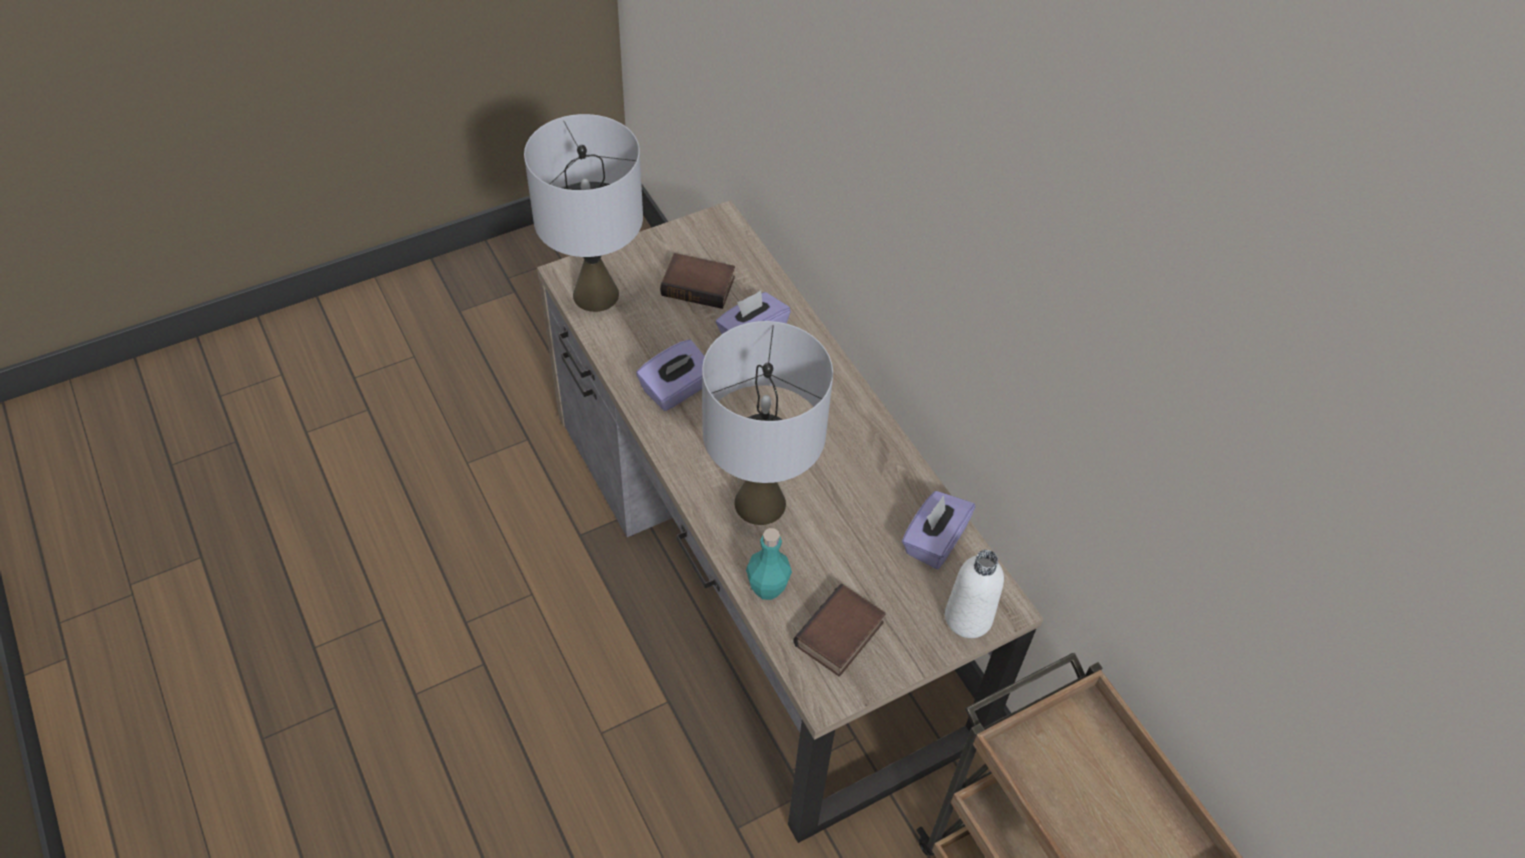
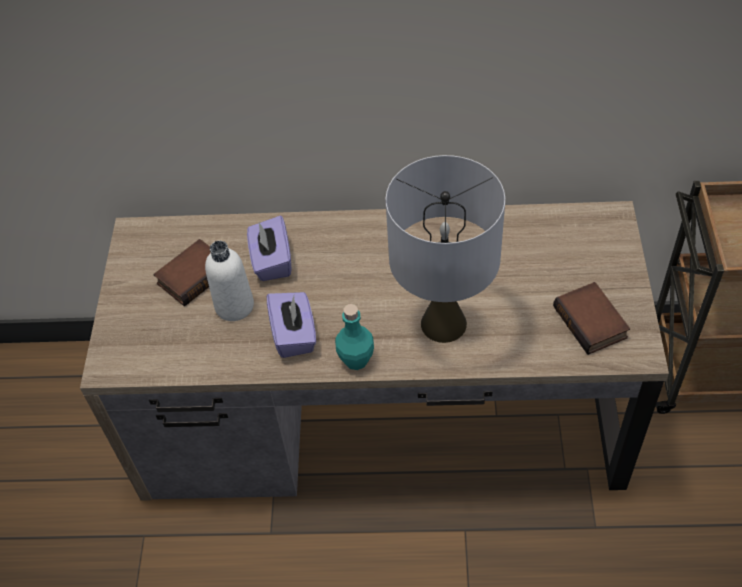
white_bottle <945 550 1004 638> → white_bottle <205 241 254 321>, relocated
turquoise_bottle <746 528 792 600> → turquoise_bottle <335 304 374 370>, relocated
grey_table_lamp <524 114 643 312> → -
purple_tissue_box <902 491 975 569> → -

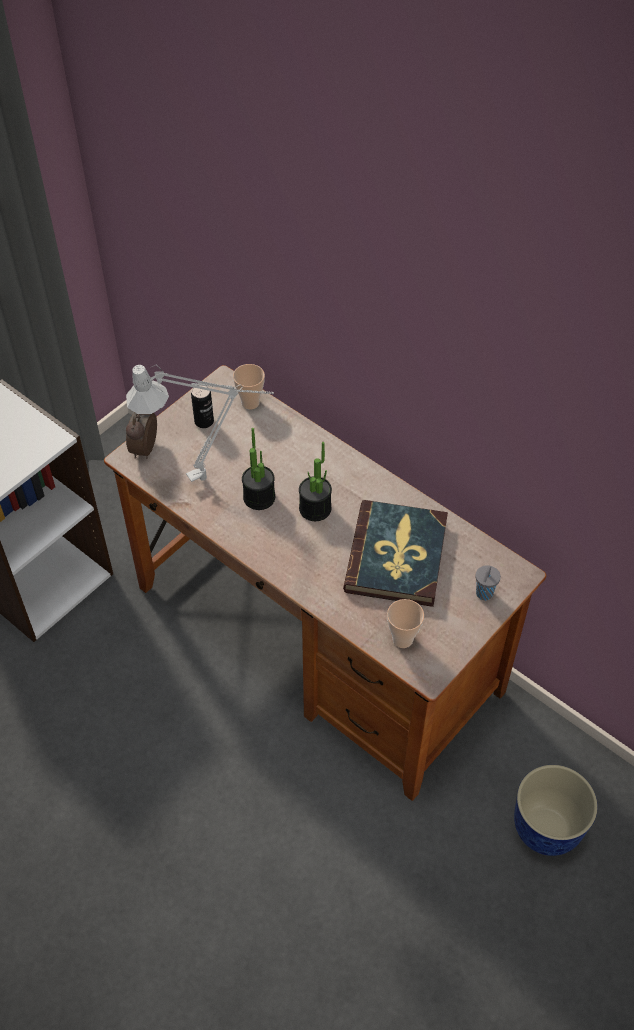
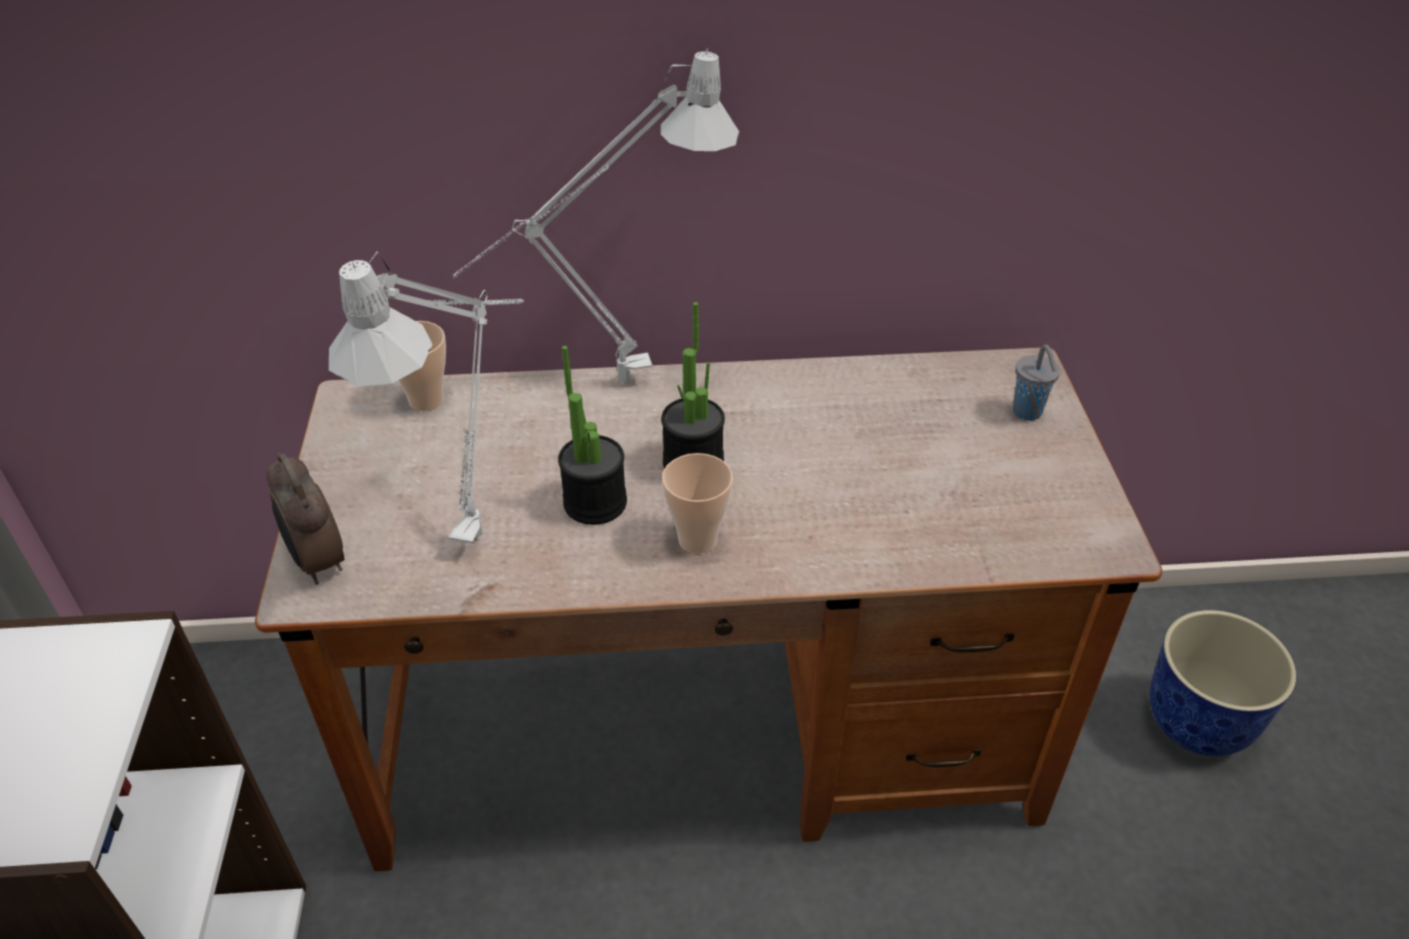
- → grey_table_lamp <453 48 739 383>
cup <387 599 424 648> → cup <662 453 733 554>, relocated
can <191 384 214 428> → -
book <343 500 448 607> → -

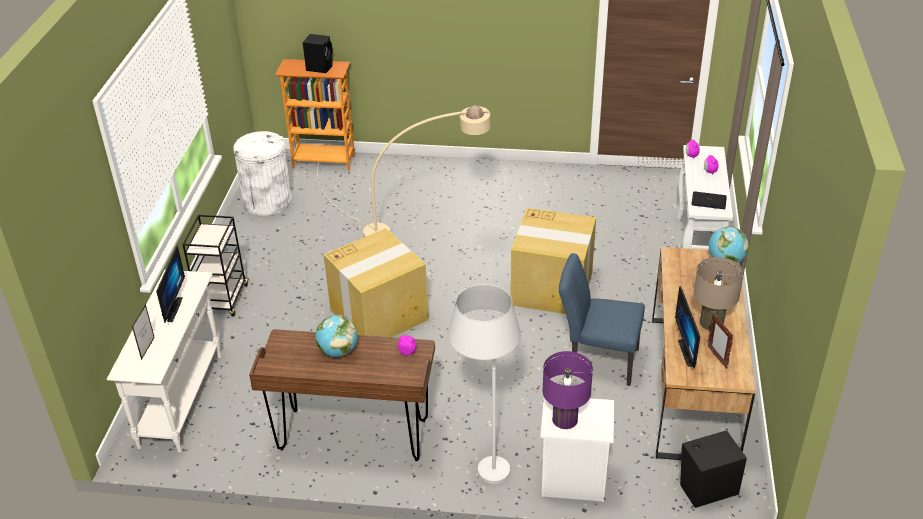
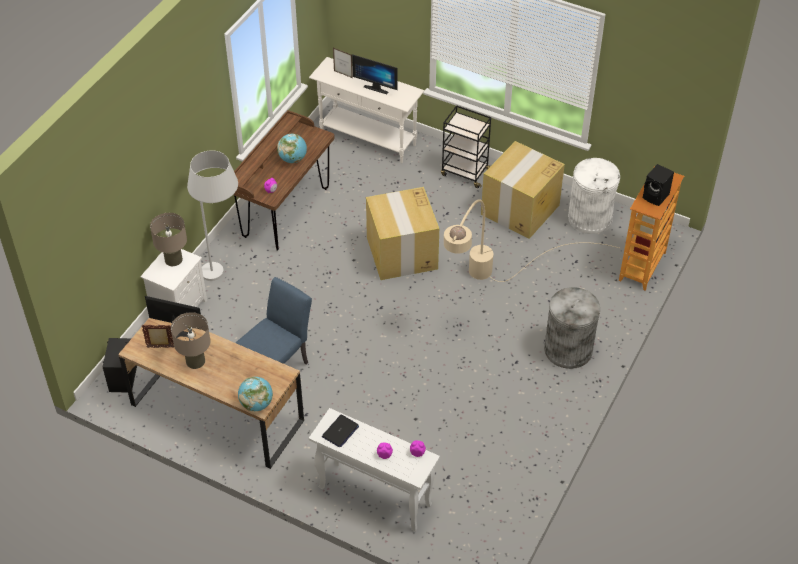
purple_table_lamp <542 351 593 429> → beige_table_lamp <150 213 187 266>
cardboard_box <510 208 596 314> → cardboard_box <481 141 565 239>, relocated
- → grey_trash_can <544 287 600 369>

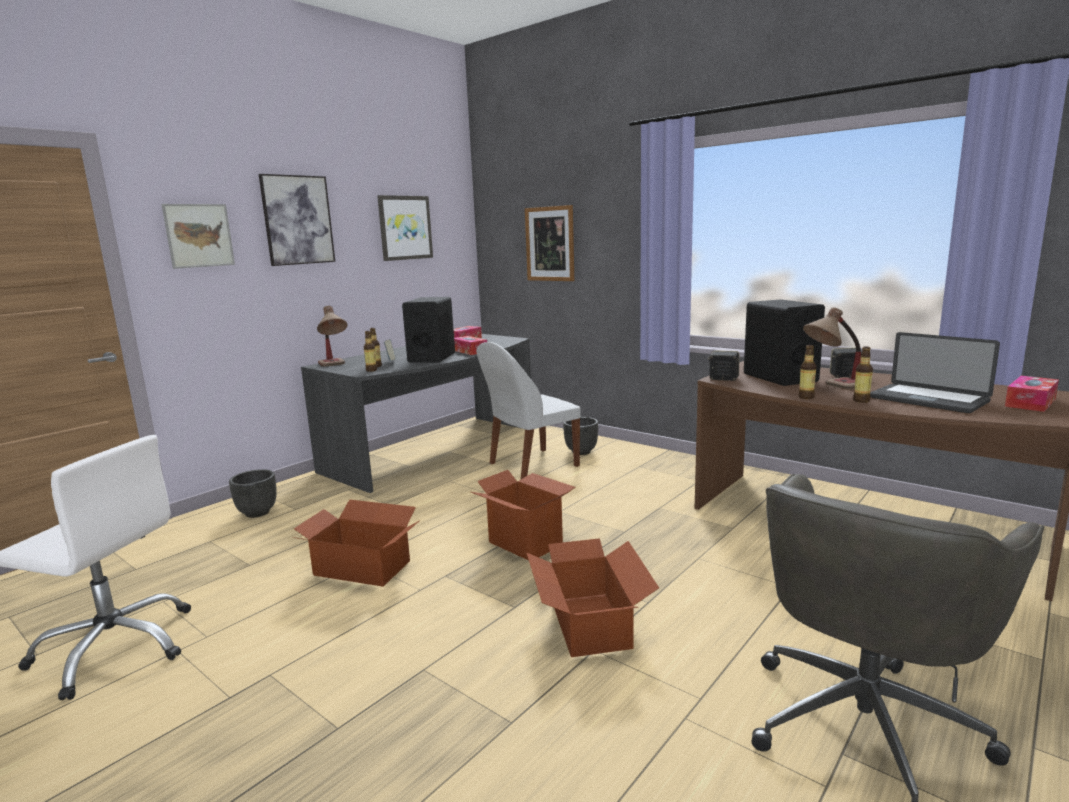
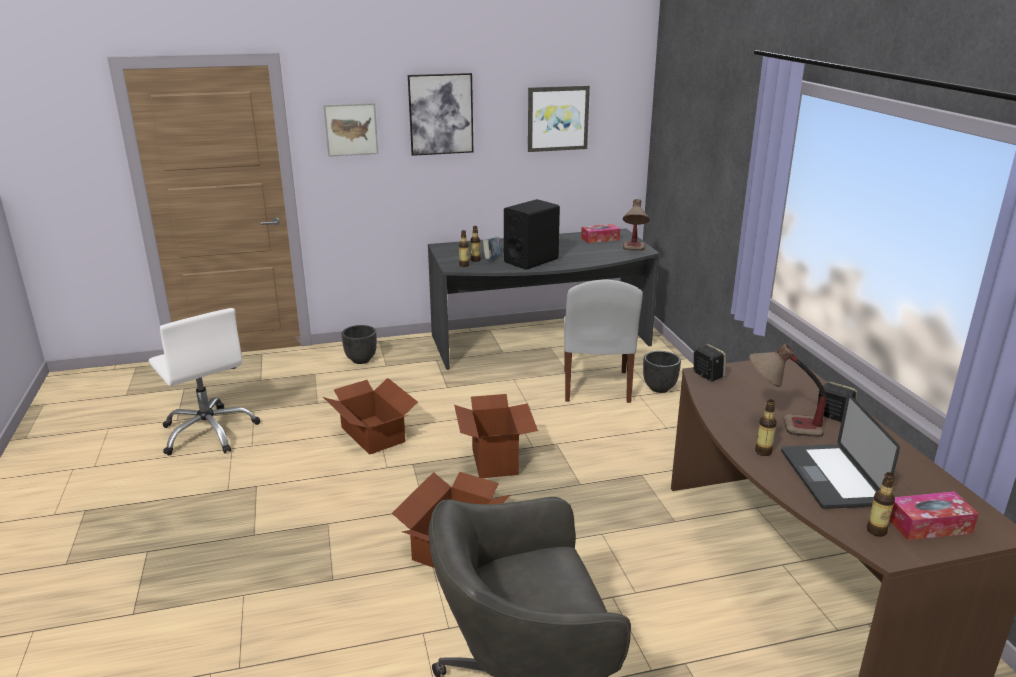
white_chair <476 342 581 479> → white_chair <564 279 643 403>, 90 degrees counterclockwise
table_lamp <317 306 347 367> → table_lamp <623 199 650 251>, relocated
bottle <798 345 816 399> → bottle <867 472 895 537>, relocated
tissue_box <454 336 487 355> → -
picture <525 205 574 281> → -
black_speaker <744 300 825 386> → -

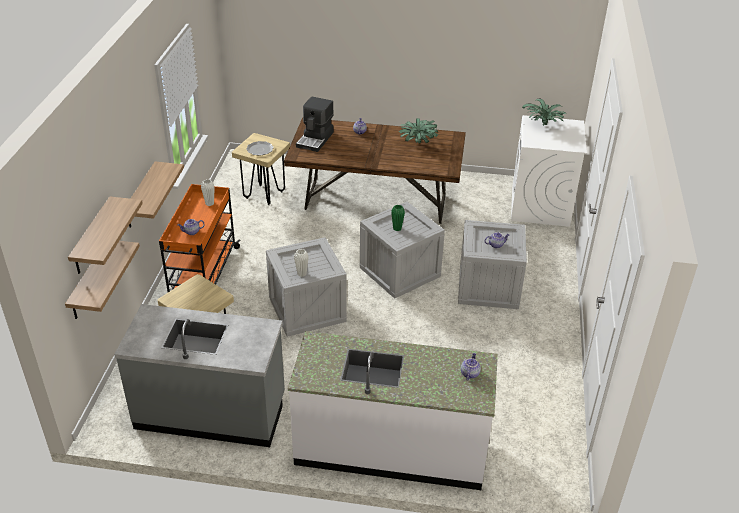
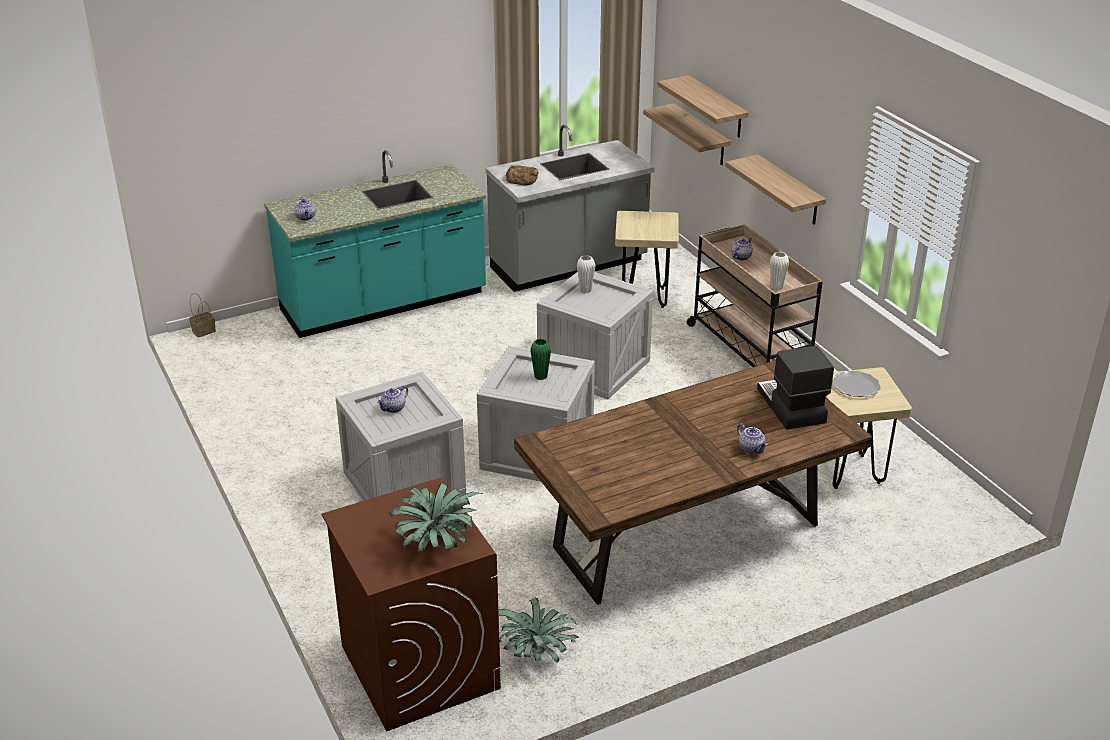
- → basket <189 293 216 337>
white_counter <288 331 498 490> → turquoise_counter <264 150 486 338>
white_washing_machine <511 115 587 227> → brown_washing_machine <322 477 501 732>
potted_plant <399 118 438 143> → potted_plant <498 597 579 663>, relocated
- → bread <506 165 539 186>
orange_cart <159 184 241 292> → beige_cart <687 224 823 367>

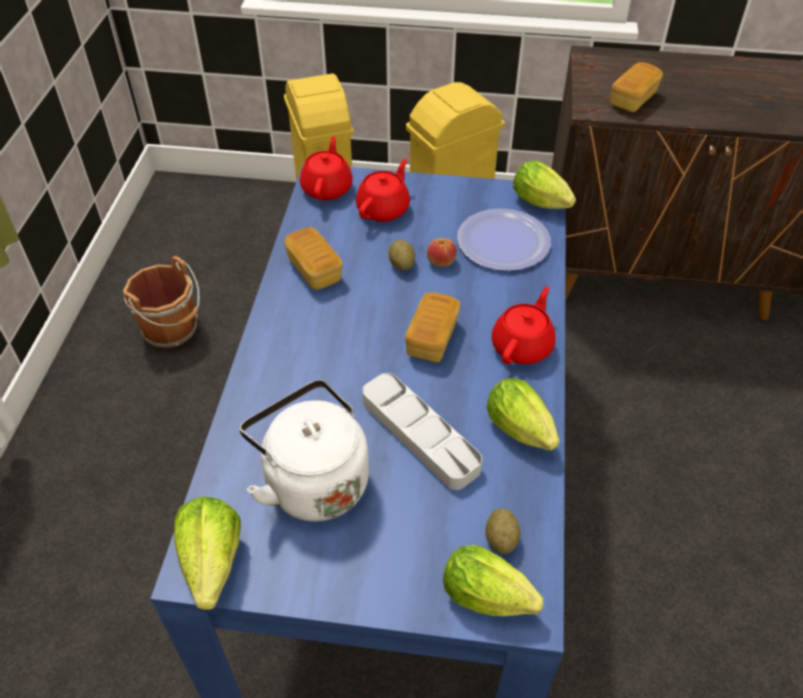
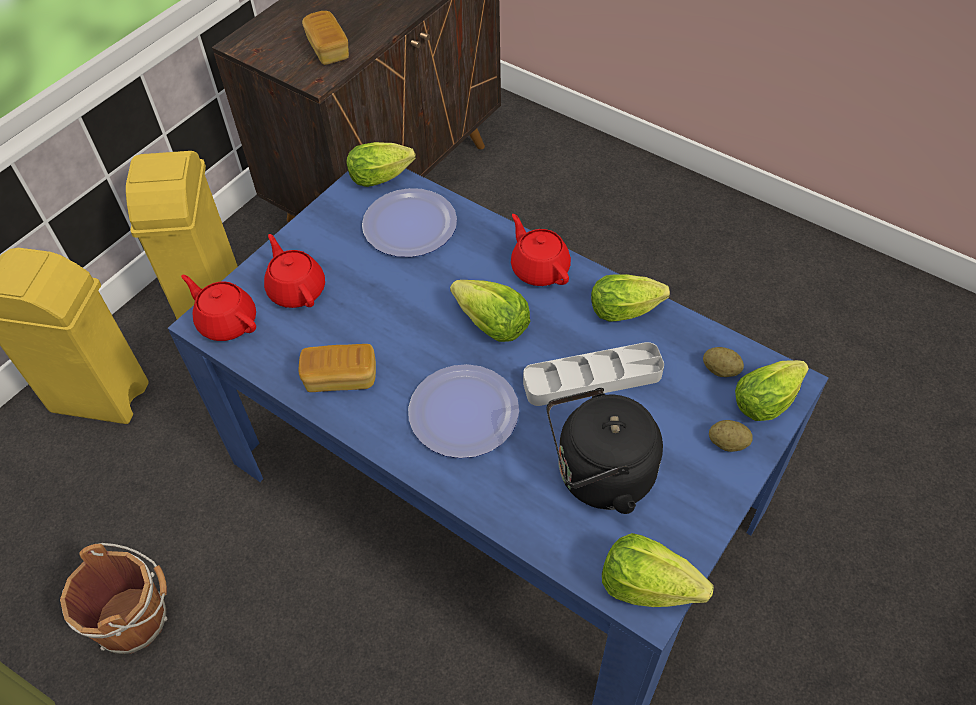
- → plate <408 364 519 458>
bread <405 292 460 363> → lettuce <450 280 530 342>
white_kettle <240 380 369 521> → black_kettle <547 388 663 514>
potato <388 240 415 270> → potato <709 420 753 452>, relocated
apple <427 238 457 267> → -

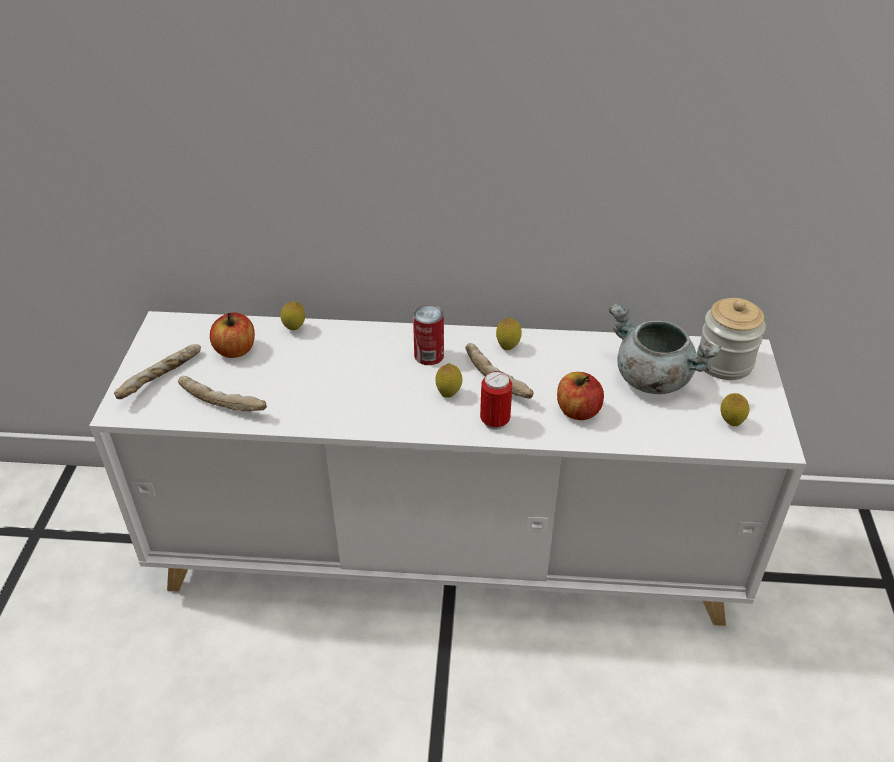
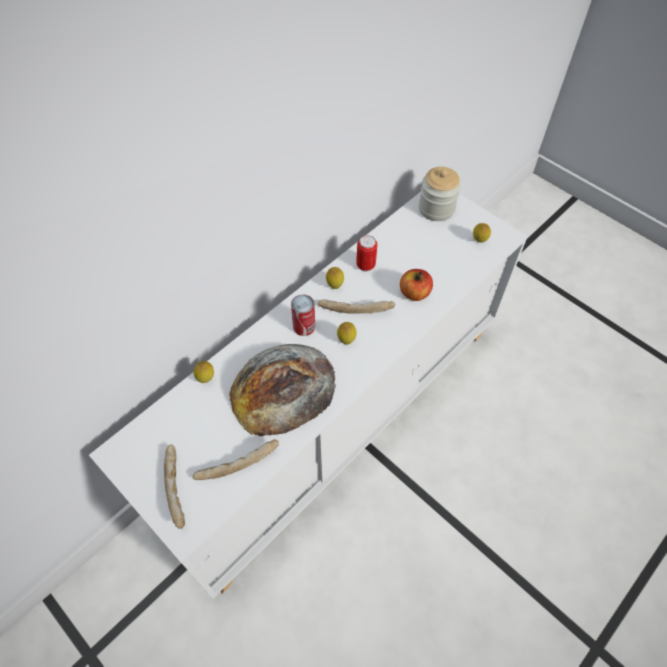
- → bread <229 344 336 436>
can <480 371 512 429> → can <356 235 377 272>, relocated
apple <210 312 255 358> → -
grey_cooking_pot <609 304 721 394> → -

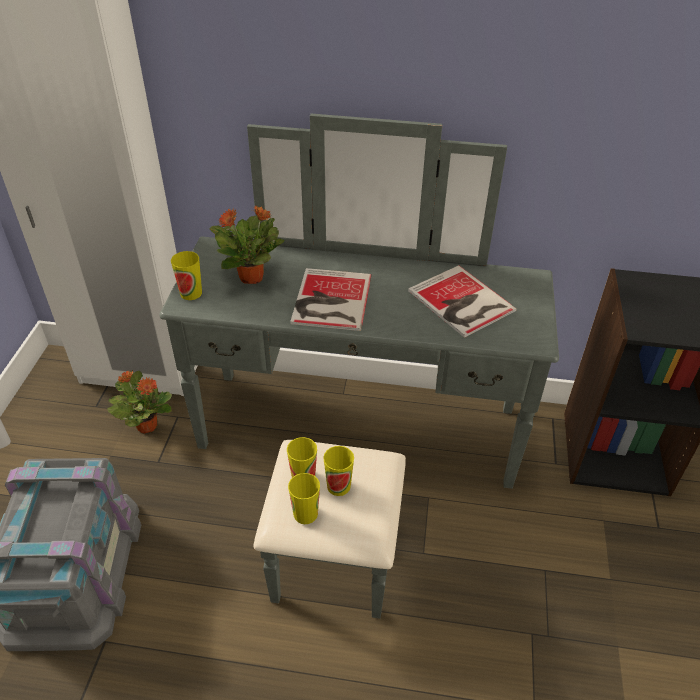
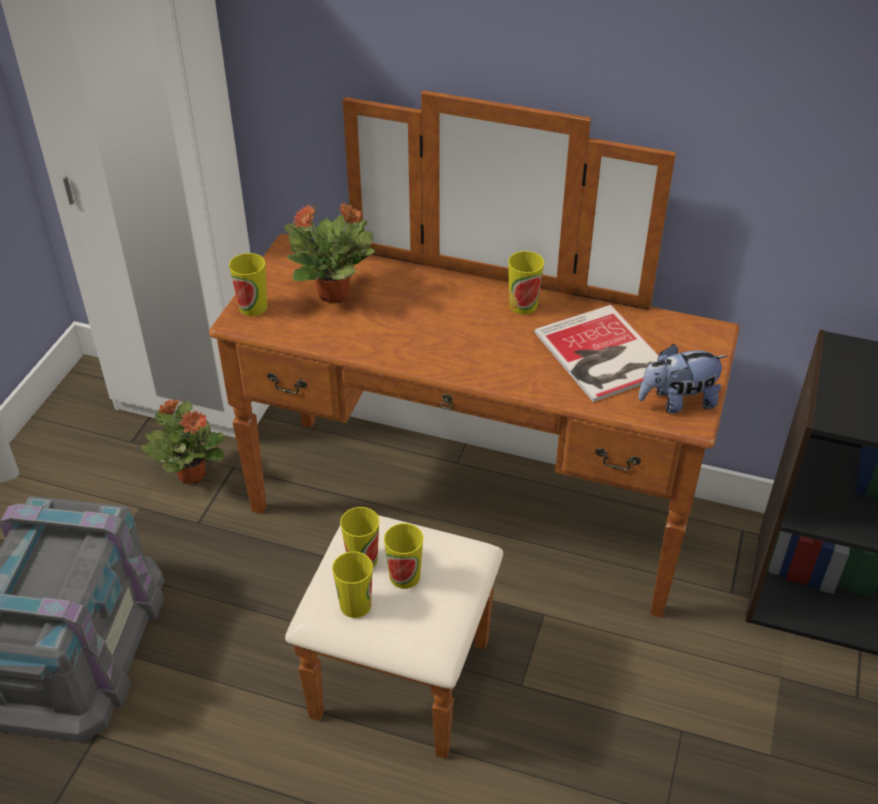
grey_dresser <159 114 559 619> → brown_dresser <209 90 740 759>
- → cup <508 251 544 314>
- → plush_toy <638 344 727 414>
book <290 268 371 331> → -

